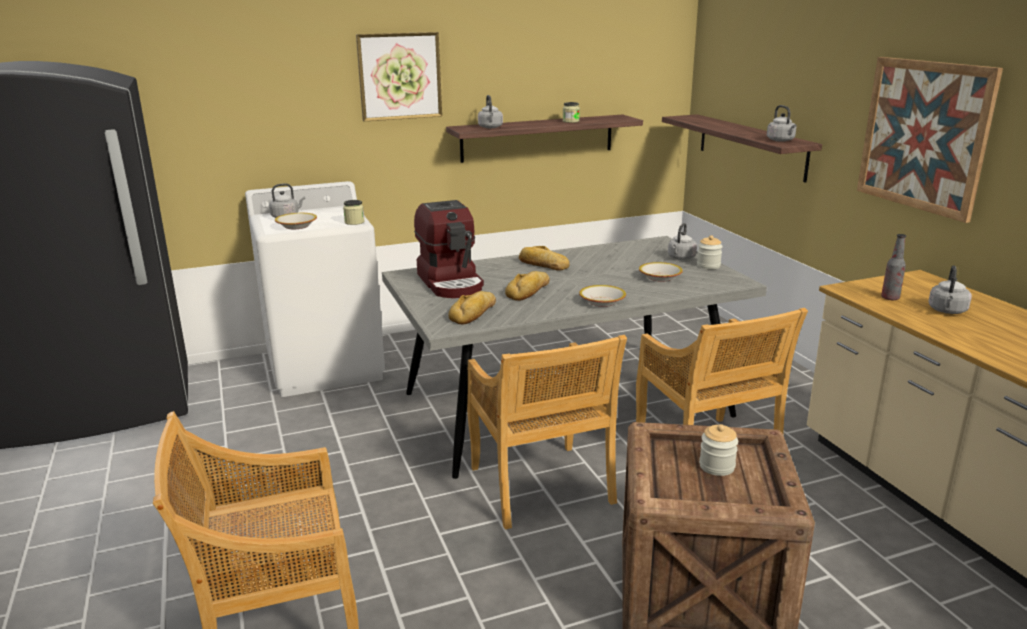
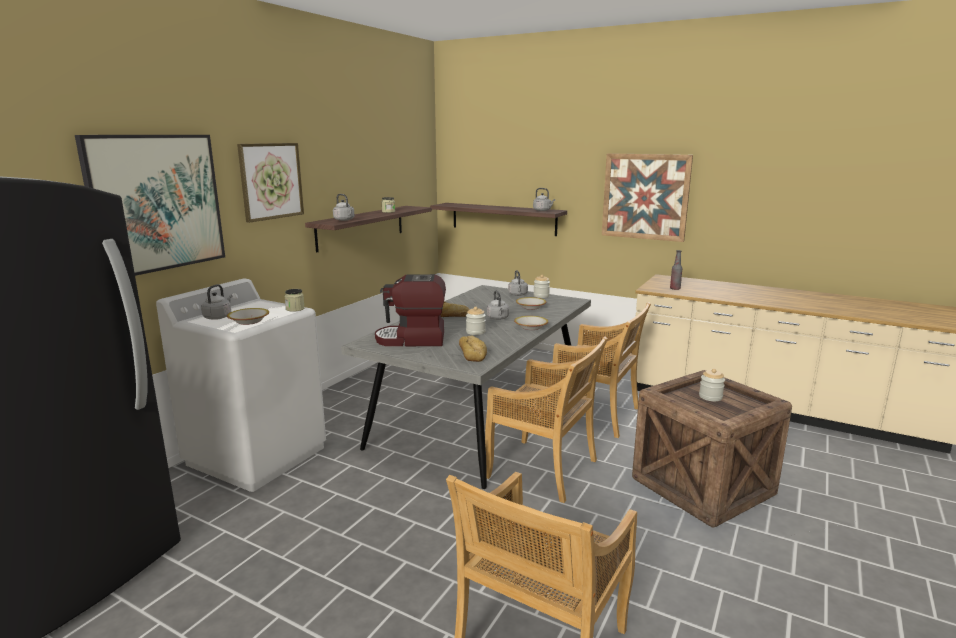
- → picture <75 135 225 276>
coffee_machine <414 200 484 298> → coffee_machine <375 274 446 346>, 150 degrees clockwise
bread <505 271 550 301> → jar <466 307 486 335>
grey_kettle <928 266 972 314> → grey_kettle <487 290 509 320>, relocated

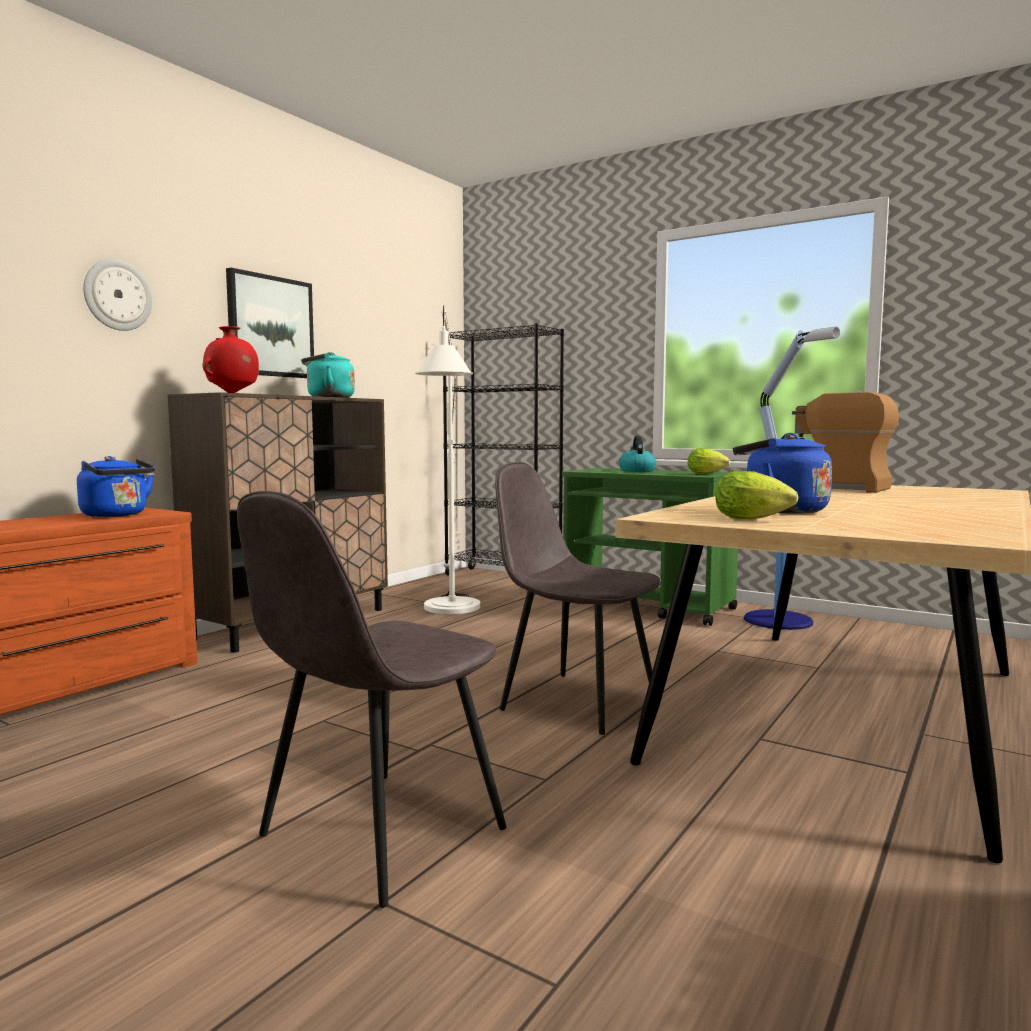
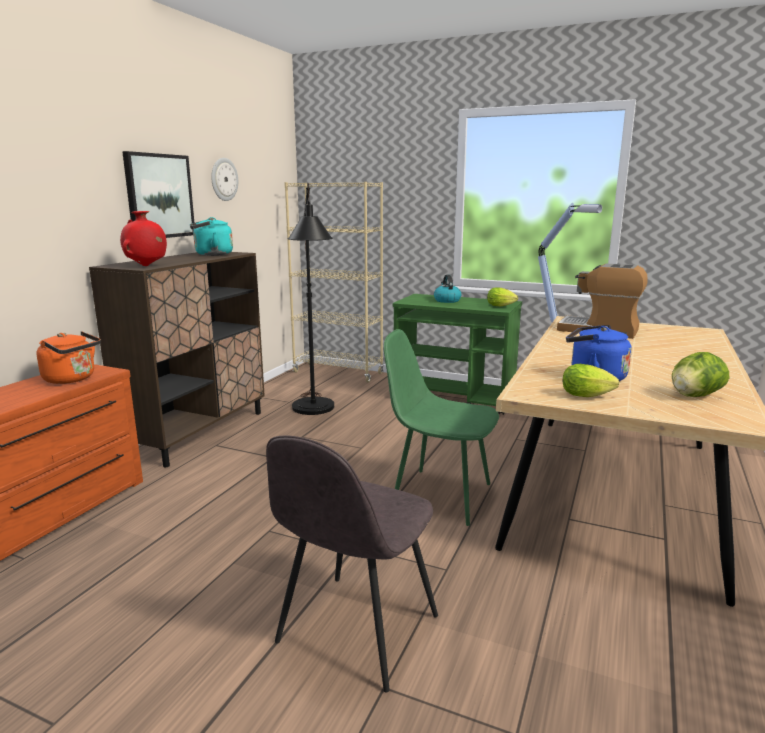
blue_kettle <77 456 155 517> → orange_kettle <36 331 101 384>
wall_clock <83 259 152 331> → wall_clock <211 158 238 201>, relocated
black_bookcase <443 323 564 576> → beige_bookcase <284 182 384 383>
white_floor_lamp <415 305 480 614> → black_floor_lamp <287 183 334 415>
grey_chair <495 462 661 735> → green_chair <384 329 499 526>
- → lettuce <672 352 729 397>

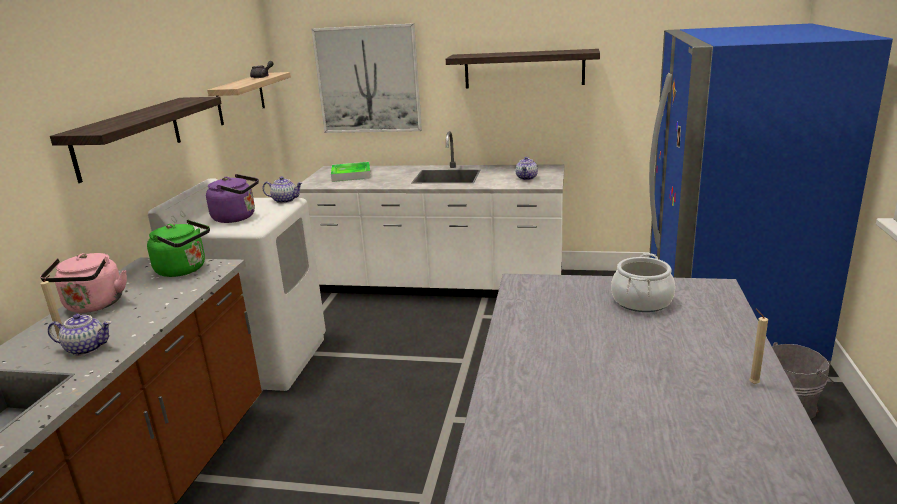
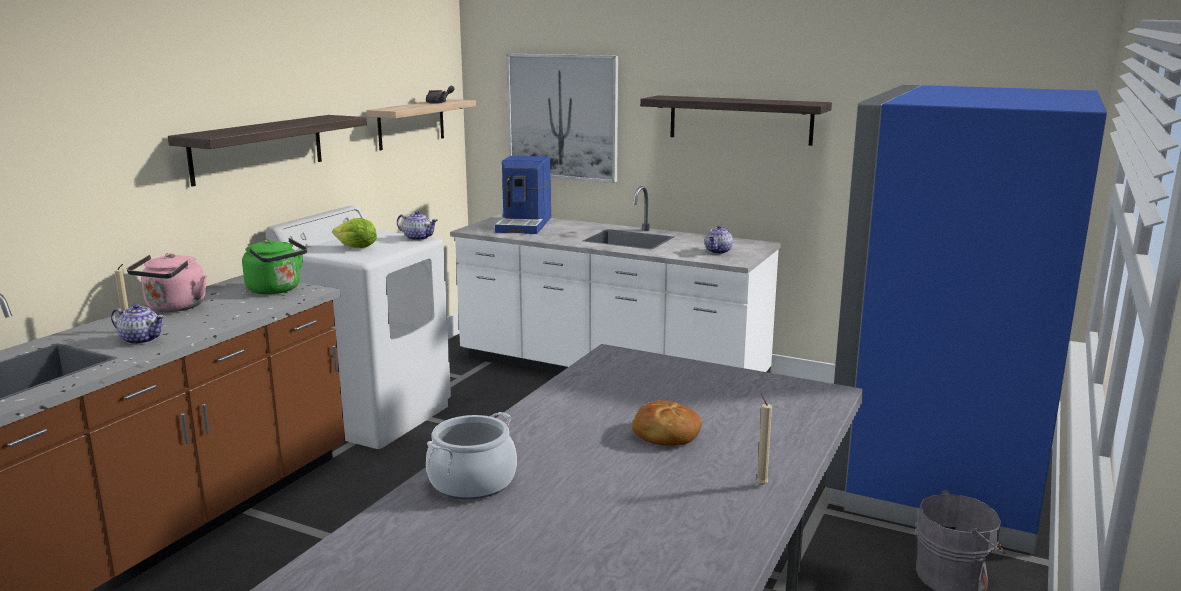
purple_kettle <206 174 259 223> → lettuce <333 218 377 248>
cooking_pot <611 253 675 312> → cooking_pot <426 412 517 499>, relocated
tray <331 162 371 182> → coffee_machine <495 156 551 234>
- → bread <632 400 702 446>

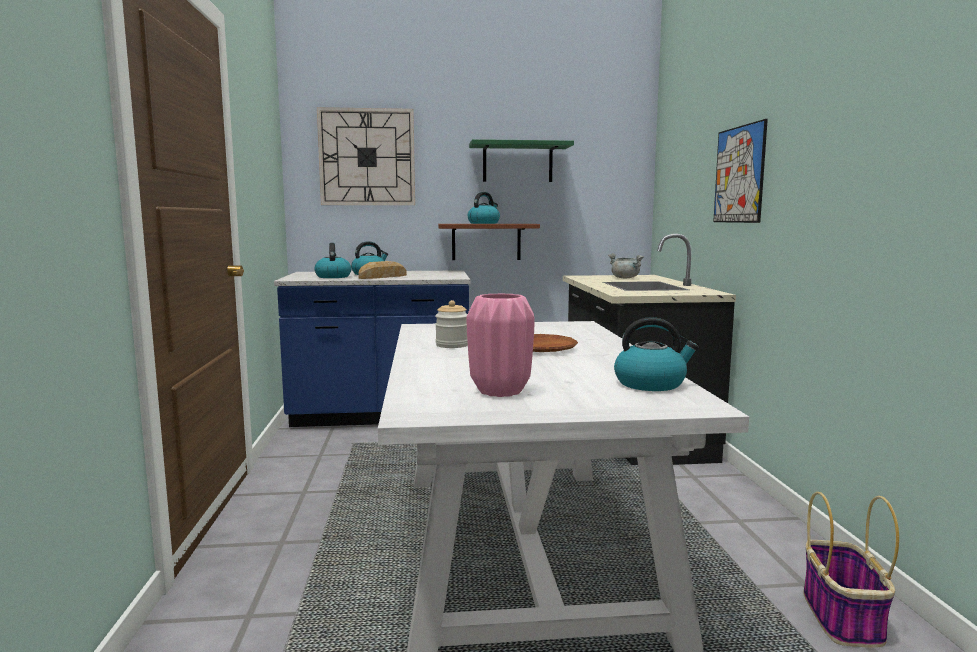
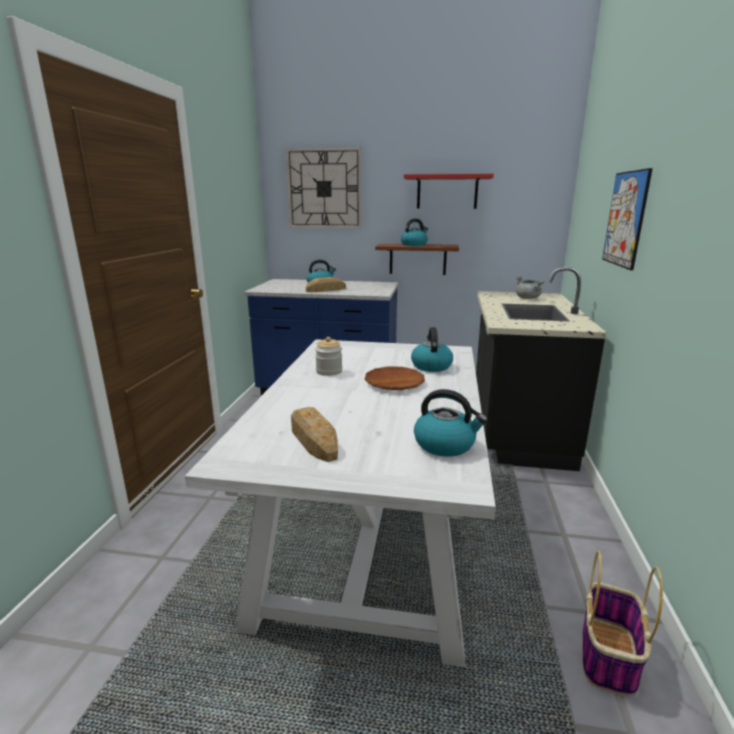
pink_vase <466 293 535 397> → bread <291 407 338 462>
green_shelf <469 139 574 182> → red_shelf <404 174 494 209>
kettle <314 243 351 278> → kettle <411 327 453 372>, relocated

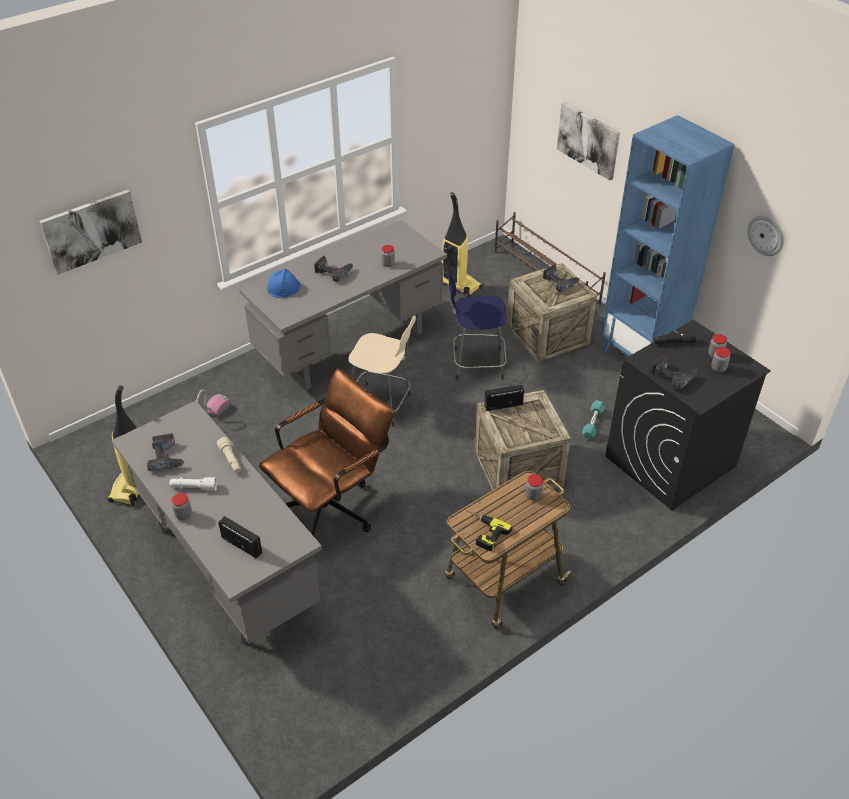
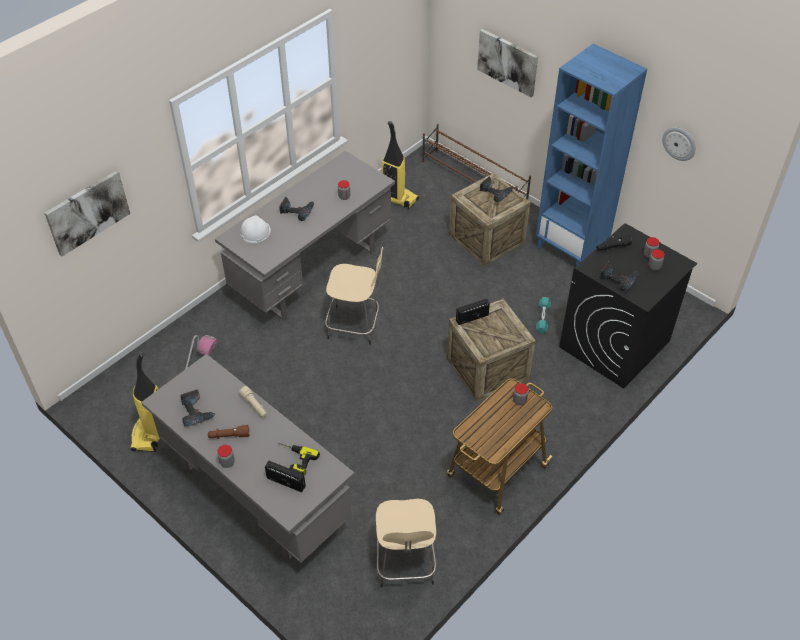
white_flashlight <170 477 218 491> → brown_flashlight <208 425 250 439>
blue_hard_hat <267 269 301 298> → white_hard_hat <240 215 271 243>
power_drill <467 511 513 551> → power_drill <278 443 320 475>, relocated
- → beige_stool <376 499 436 588>
brown_office_chair <259 368 394 536> → -
blue_stool <449 269 507 380> → -

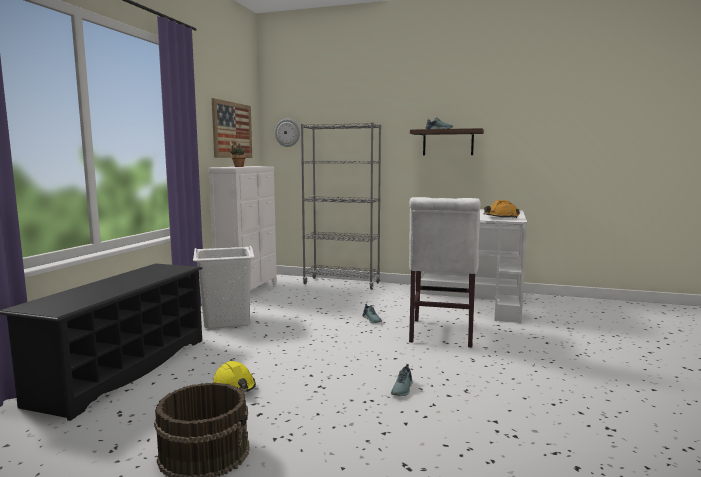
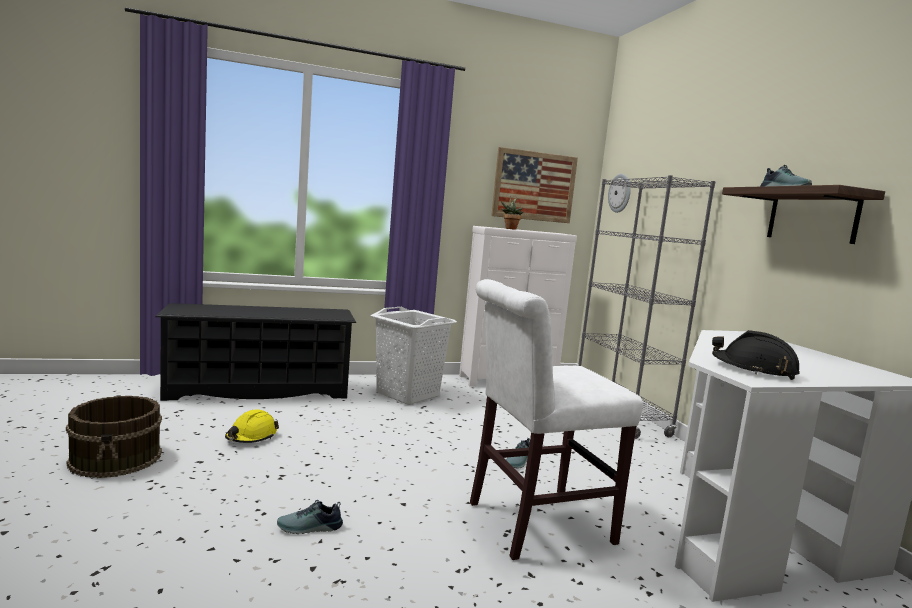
orange_hard_hat <484 200 520 218> → black_hard_hat <712 330 800 380>

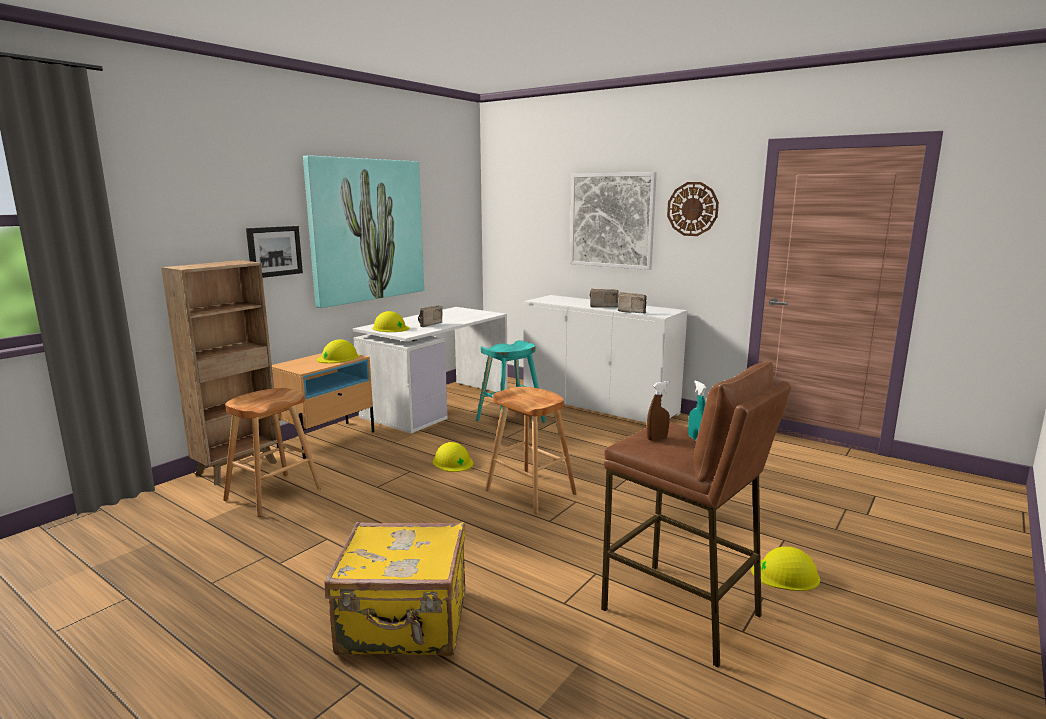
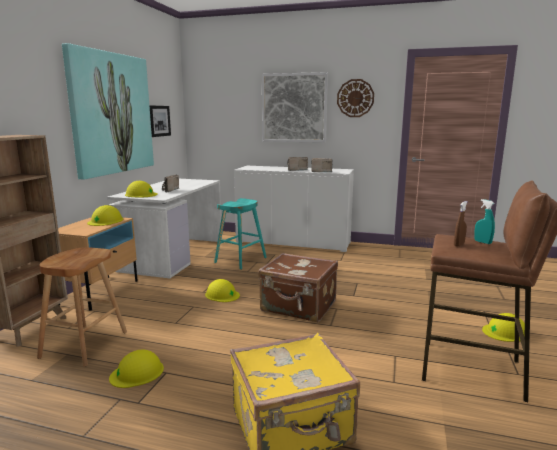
- → yellow_hard_hat <109 350 164 388>
picture <246 226 303 278> → picture <149 105 171 137>, relocated
brown_stool <486 387 577 514> → brown_suitcase <258 253 338 322>

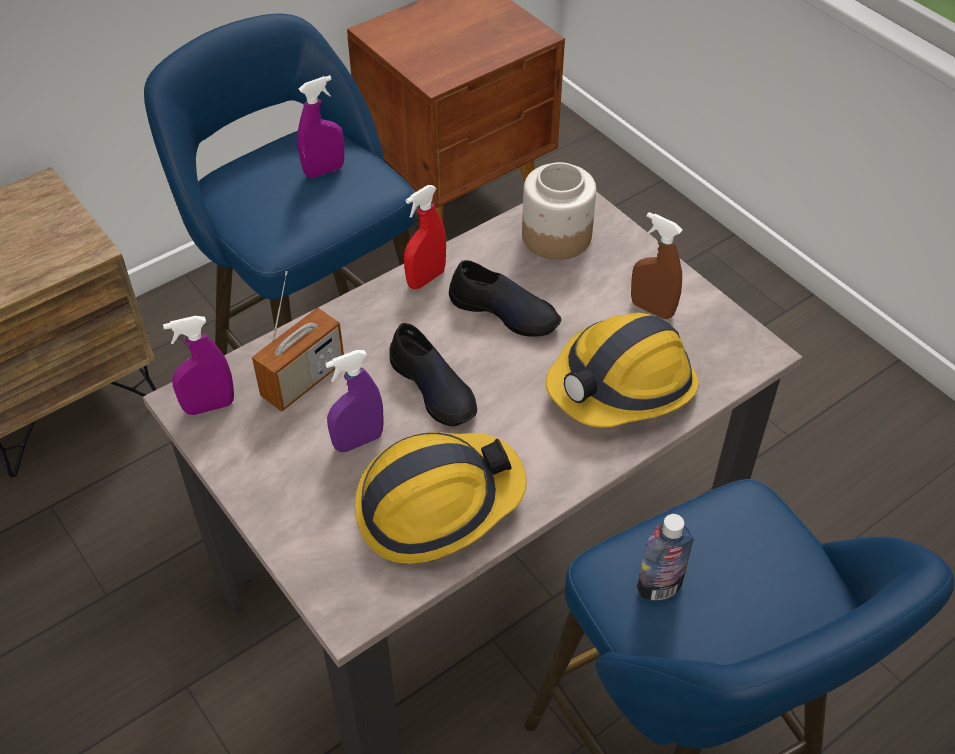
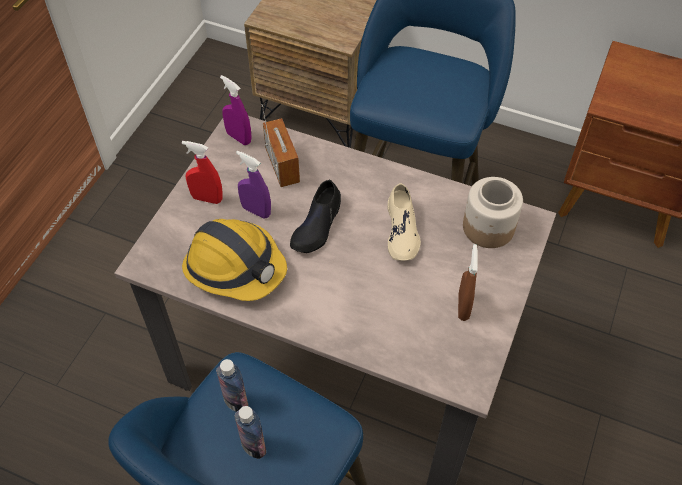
red_spray_bottle <404 185 446 289> → red_spray_bottle <182 141 223 204>, relocated
- → bottle <235 406 266 459>
radio <252 271 344 412> → radio <262 104 300 187>, 120 degrees counterclockwise
black_shoe <449 260 561 337> → beige_shoe <387 183 421 261>
purple_spray_bottle <298 75 345 178> → -
hard_hat <546 313 699 427> → -

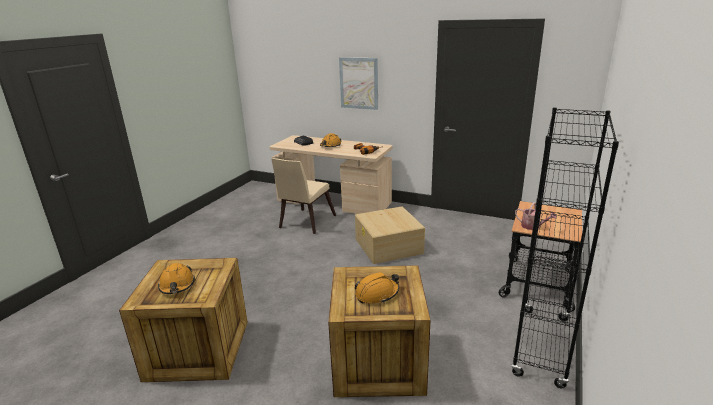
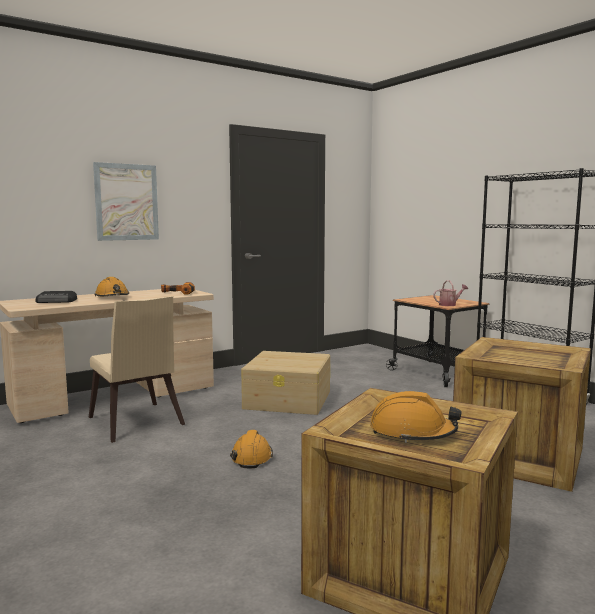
orange_hard_hat <355 272 399 303> → orange_hard_hat <230 430 273 468>, relocated

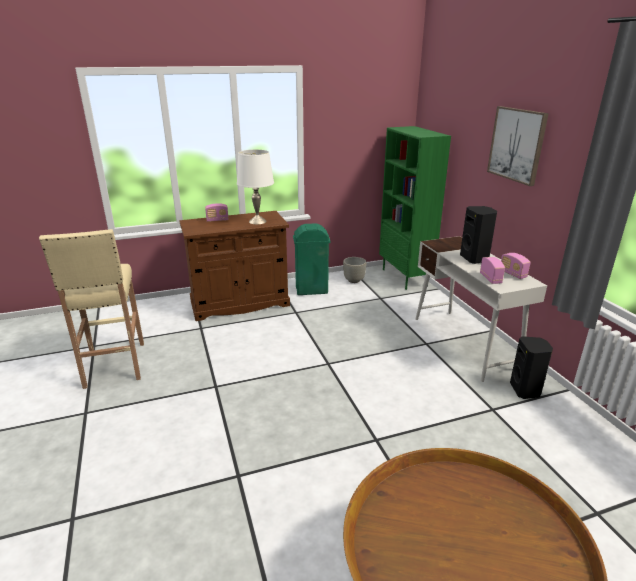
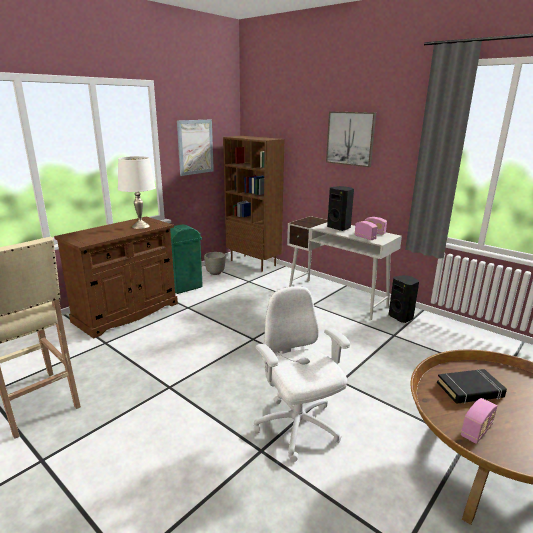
- → picture <177 120 214 176>
green_bookcase <379 126 451 290> → brown_bookcase <223 136 284 272>
- → white_office_chair <254 286 350 462>
- → black_book <437 369 507 404>
radio <205 203 229 222> → radio <461 398 497 444>, relocated

